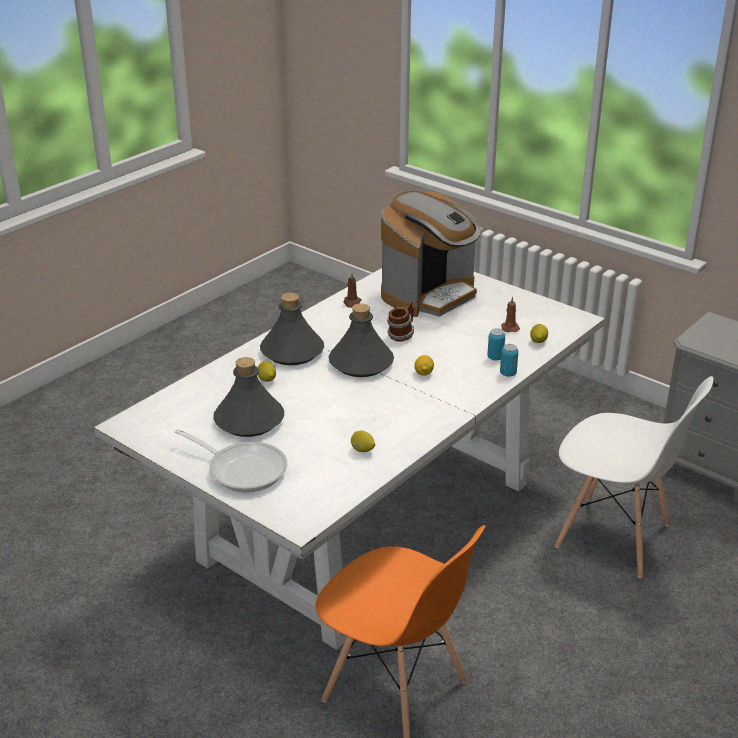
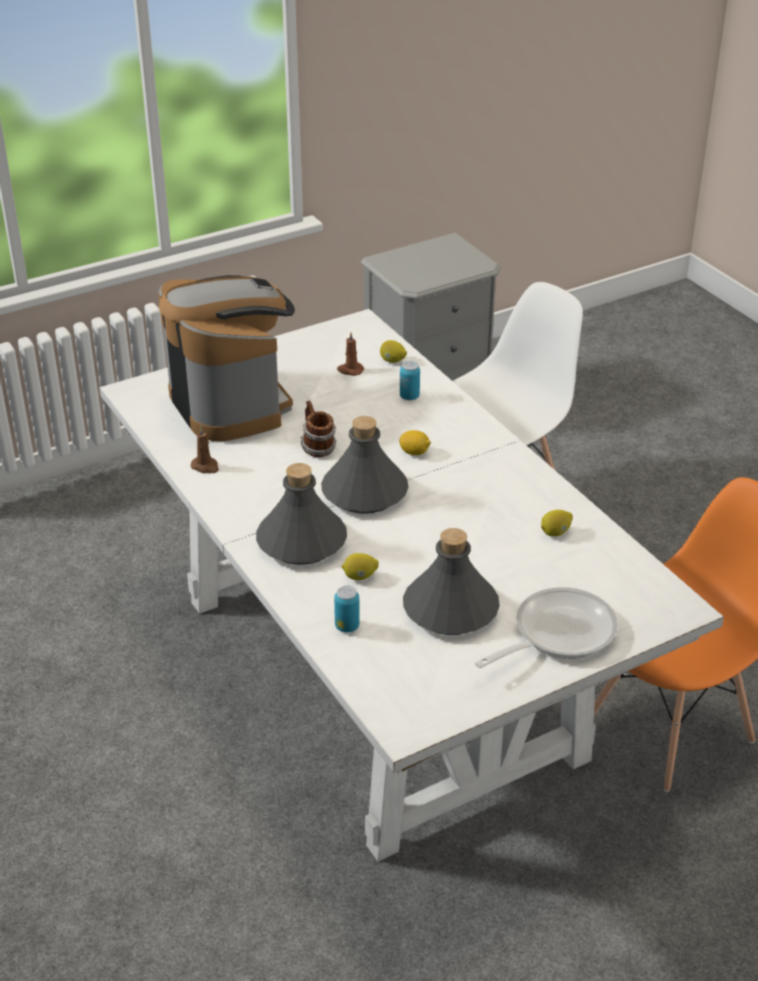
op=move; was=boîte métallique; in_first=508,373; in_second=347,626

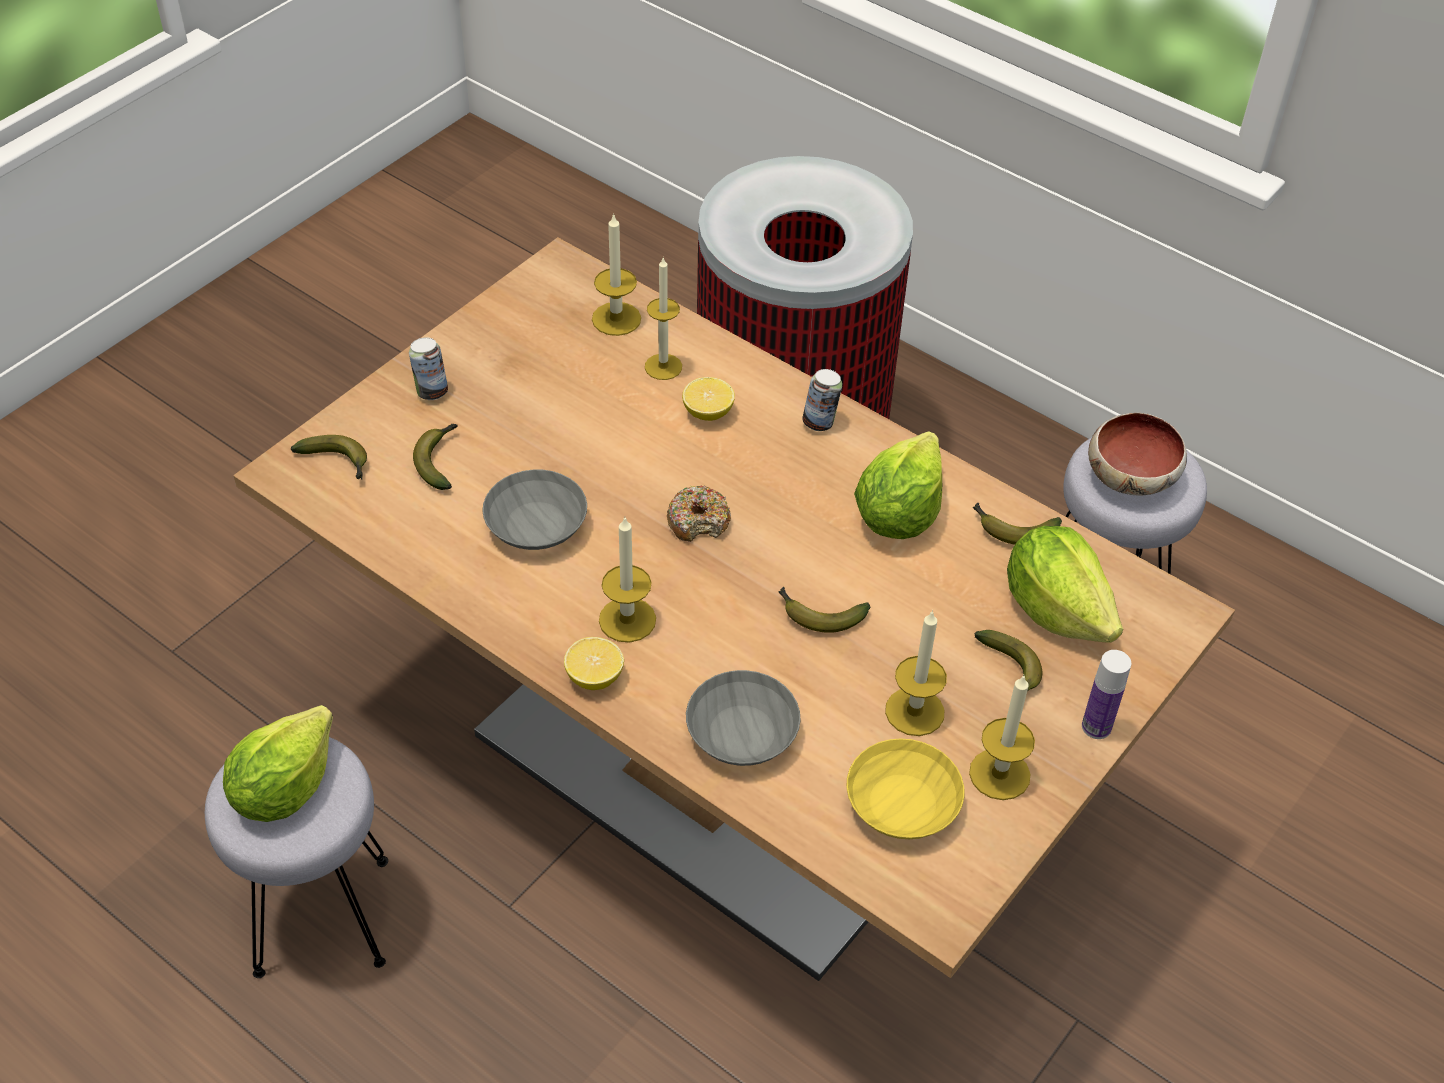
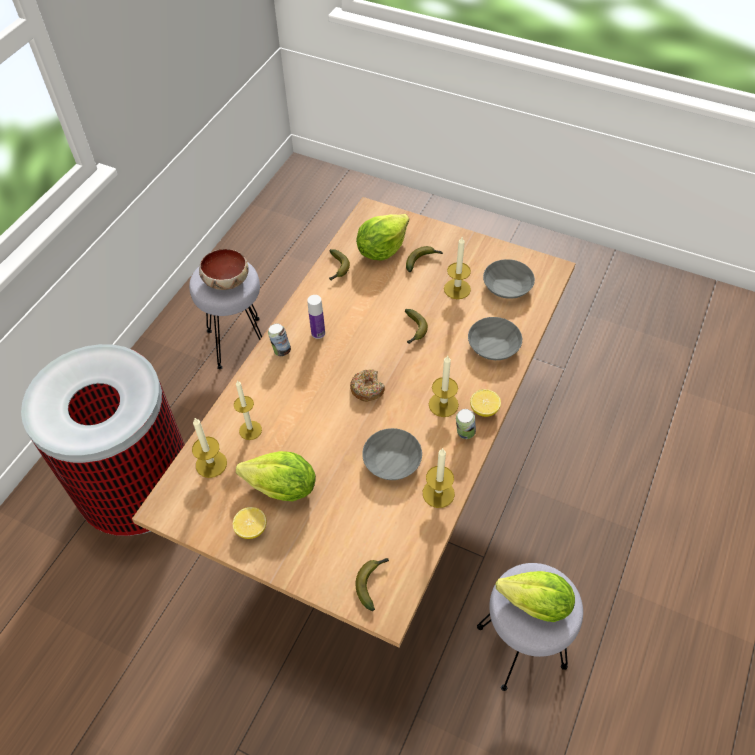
op=move; was=boîte métallique; in_first=431,392; in_second=464,433
op=delete; was=banane; in_first=439,460
op=move; was=citron; in_first=708,413; in_second=251,529
op=recolor; was=bol [jaune]; now=bol [gris]; in_first=904,802; in_second=506,286
op=move; was=laitue; in_first=898,513; in_second=282,489
op=move; was=bougie; in_first=999,774; in_second=438,493
op=move; was=bouteille; in_first=1096,727; in_second=318,333

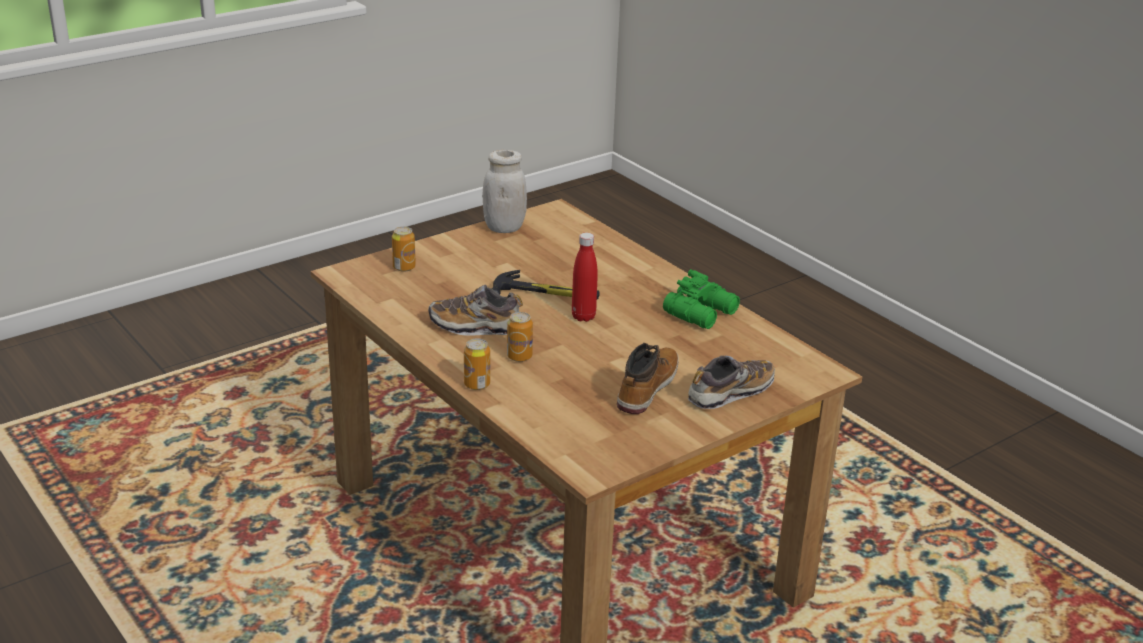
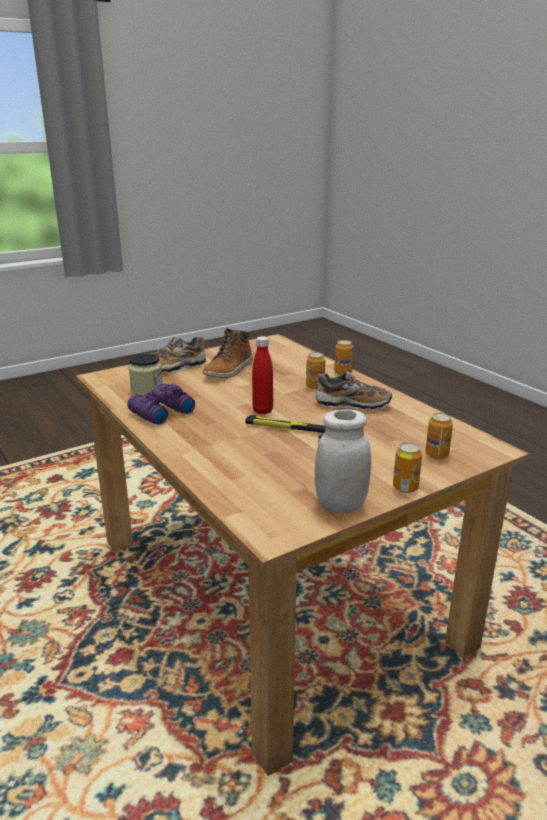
op=recolor; was=jumelles [vert]; now=jumelles [violet]; in_first=702,313; in_second=160,413
op=insert; now=bocal; in_second=147,390
op=insert; now=boîte métallique; in_second=405,488

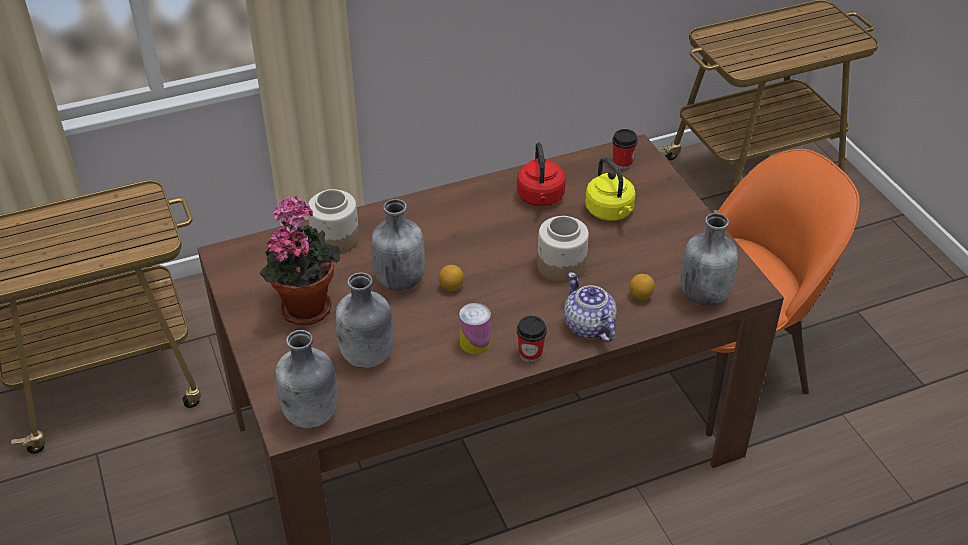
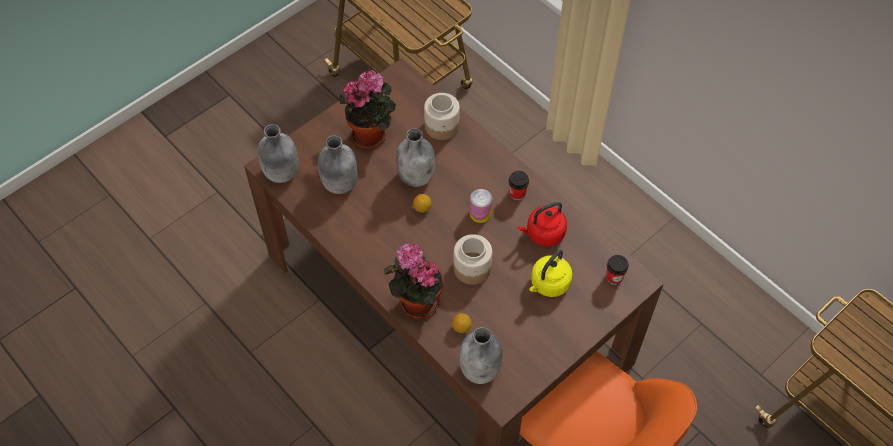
op=move; was=boîte métallique; in_first=475,343; in_second=480,213
op=move; was=tasse; in_first=530,354; in_second=517,194
op=replace; was=théière; now=plante en pot; in_first=588,326; in_second=416,302

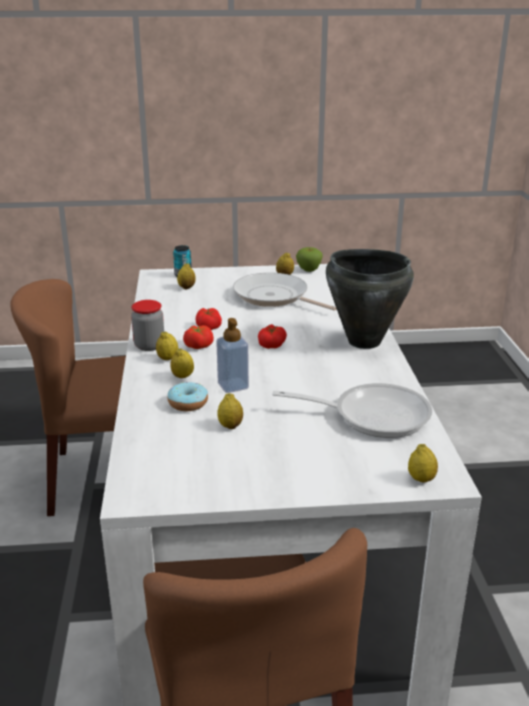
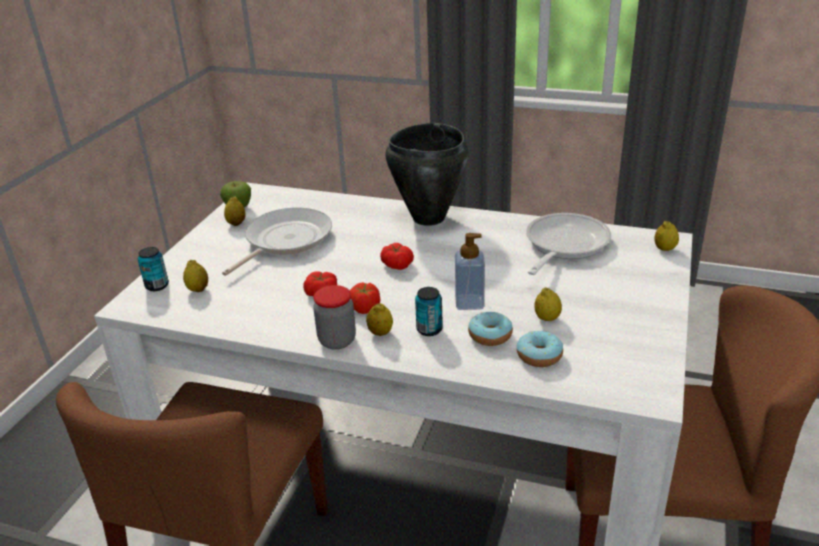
op=replace; was=citron; now=boîte métallique; in_first=182,376; in_second=429,329
op=rotate; was=poêle; in_first=274,297; in_second=285,240; clockwise=150
op=insert; now=beignet; in_second=539,356

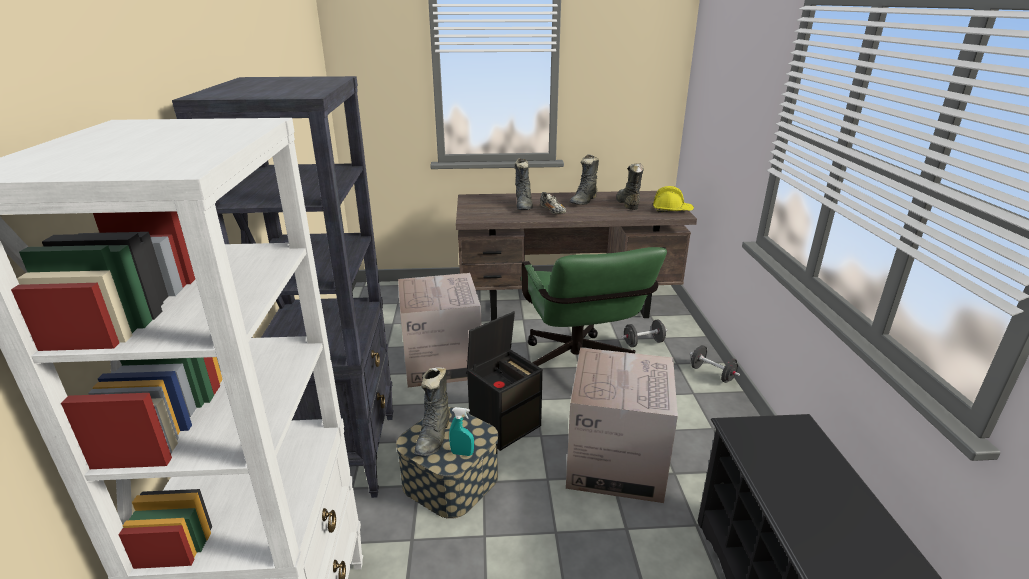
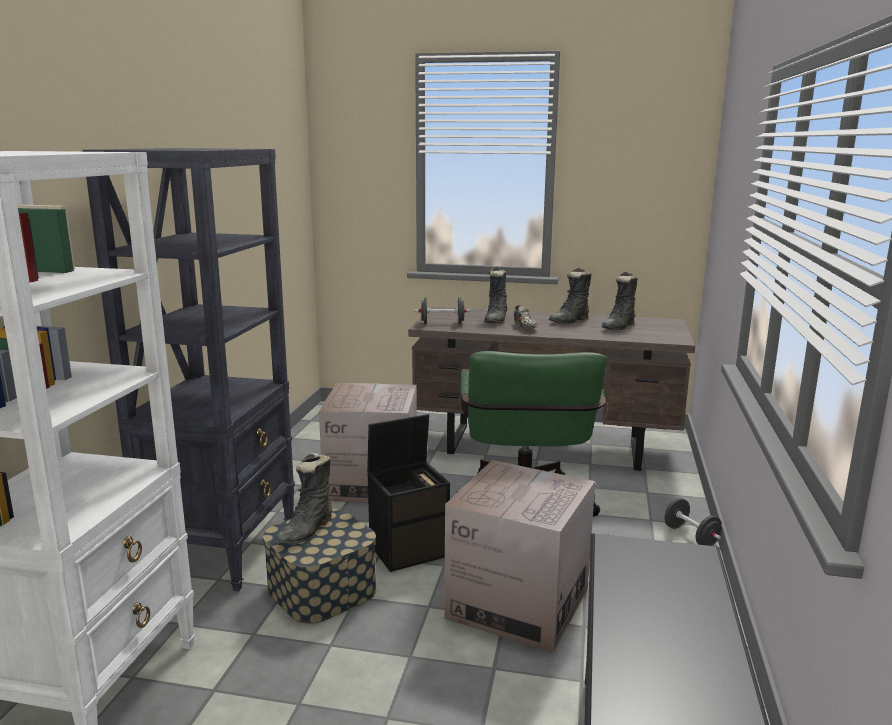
op=delete; was=vaporisateur [turquoise]; in_first=462,453
op=rotate; was=botte [noir]; in_first=627,203; in_second=619,326; clockwise=-150
op=move; was=haltère [noir]; in_first=643,343; in_second=442,323
op=delete; was=casque de chantier [jaune]; in_first=672,210

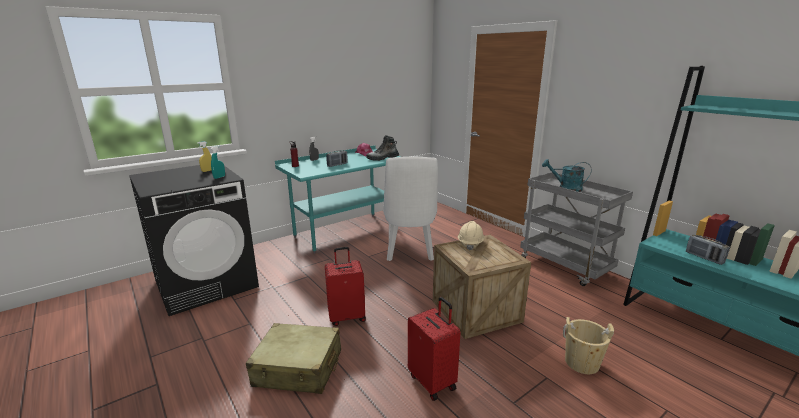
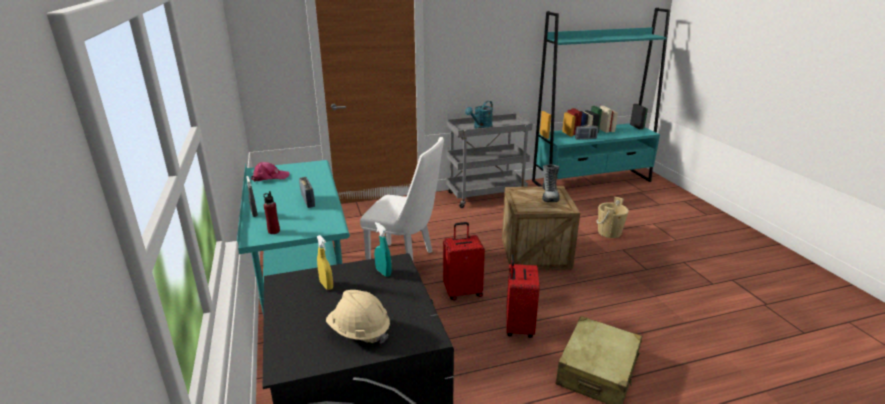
op=move; was=botte; in_first=382,158; in_second=549,195
op=move; was=valise [rouge]; in_first=433,381; in_second=463,292
op=move; was=casque de chantier [beige]; in_first=470,243; in_second=359,331

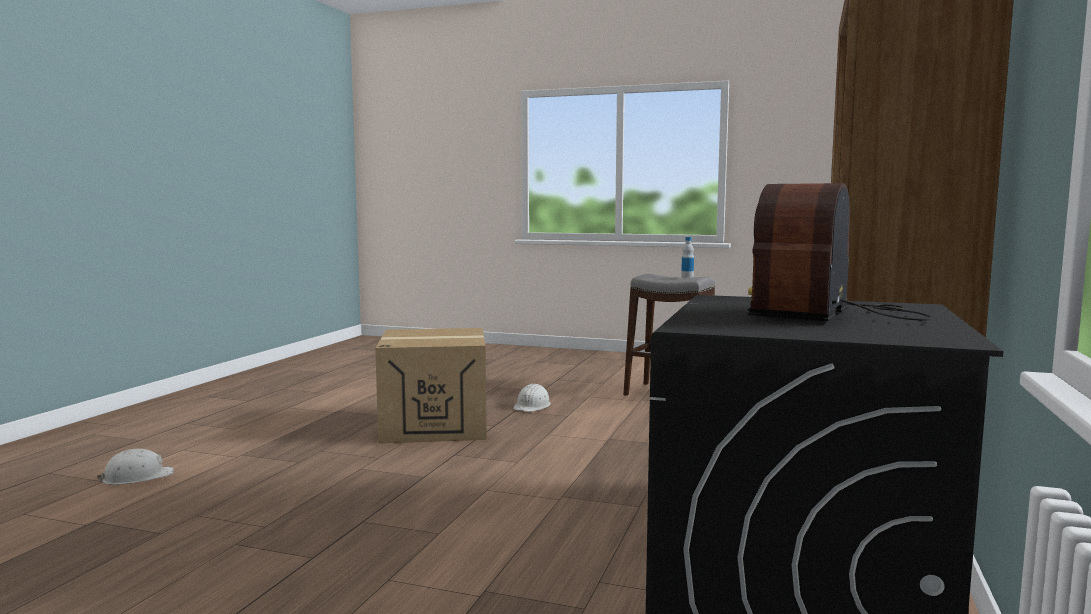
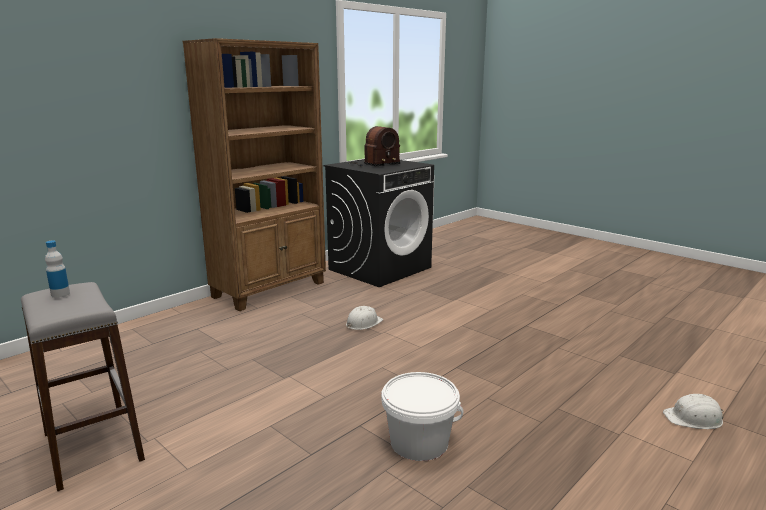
op=replace; was=carton; now=seau [blanc]; in_first=435,425; in_second=419,442
op=move; was=casque de chantier [blanc]; in_first=532,406; in_second=363,323

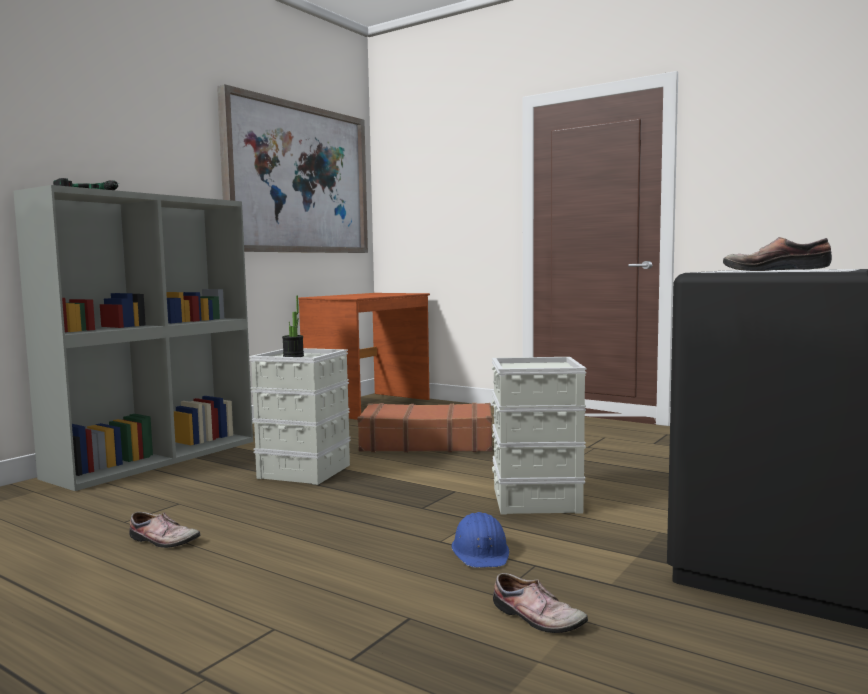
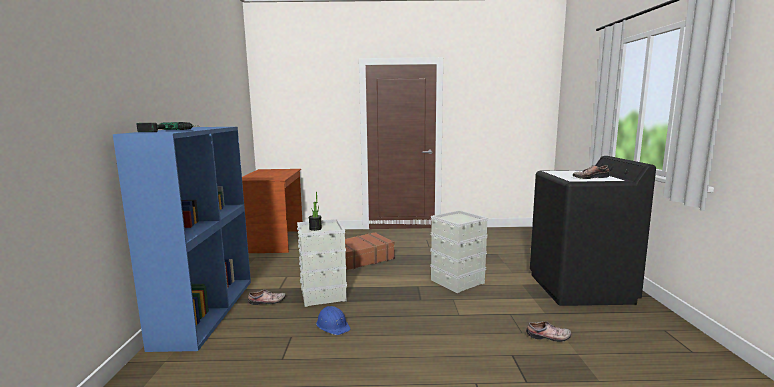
op=recolor; was=bibliothèque [gris]; now=bibliothèque [bleu]; in_first=155,458; in_second=206,310
op=move; was=chaussure; in_first=162,541; in_second=267,302
op=delete; was=tableau; in_first=297,179
op=move; was=casque de chantier [bleu]; in_first=481,552; in_second=333,325

